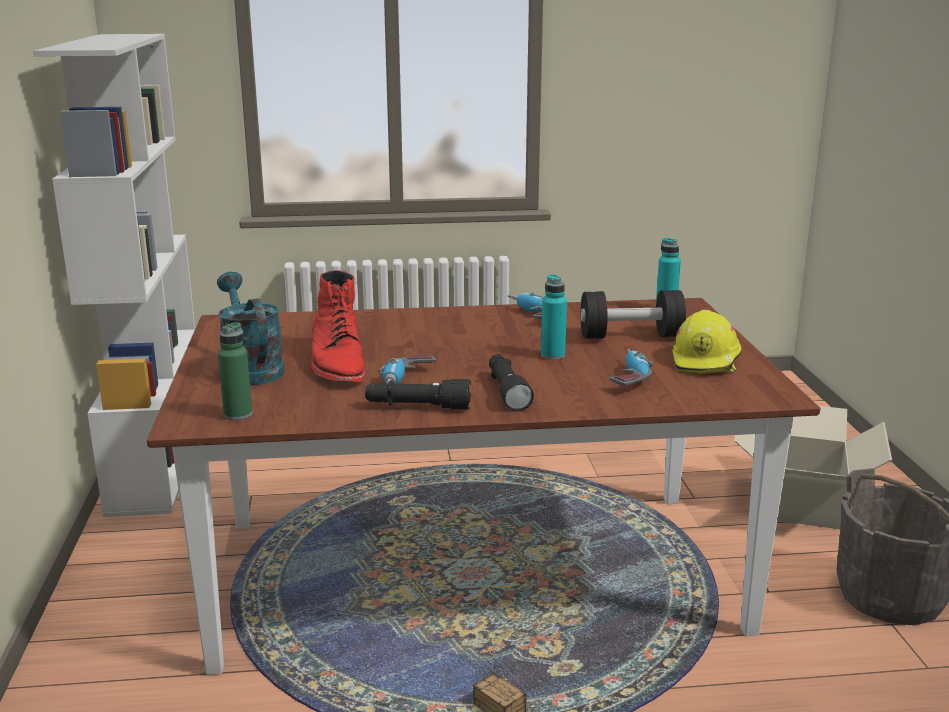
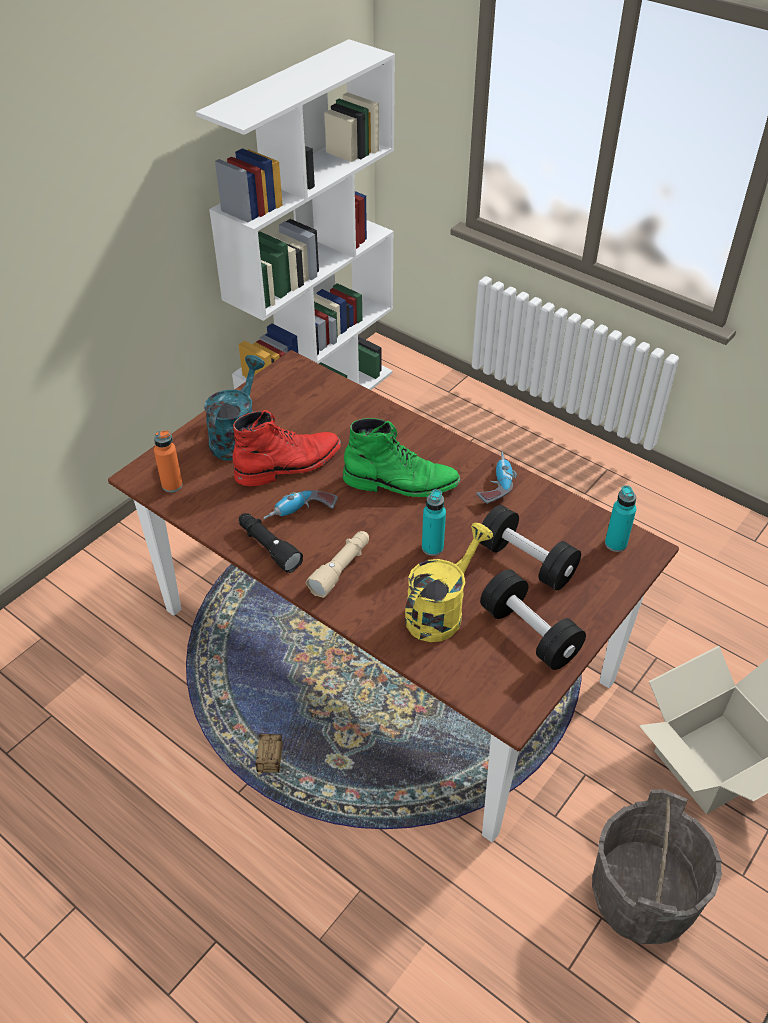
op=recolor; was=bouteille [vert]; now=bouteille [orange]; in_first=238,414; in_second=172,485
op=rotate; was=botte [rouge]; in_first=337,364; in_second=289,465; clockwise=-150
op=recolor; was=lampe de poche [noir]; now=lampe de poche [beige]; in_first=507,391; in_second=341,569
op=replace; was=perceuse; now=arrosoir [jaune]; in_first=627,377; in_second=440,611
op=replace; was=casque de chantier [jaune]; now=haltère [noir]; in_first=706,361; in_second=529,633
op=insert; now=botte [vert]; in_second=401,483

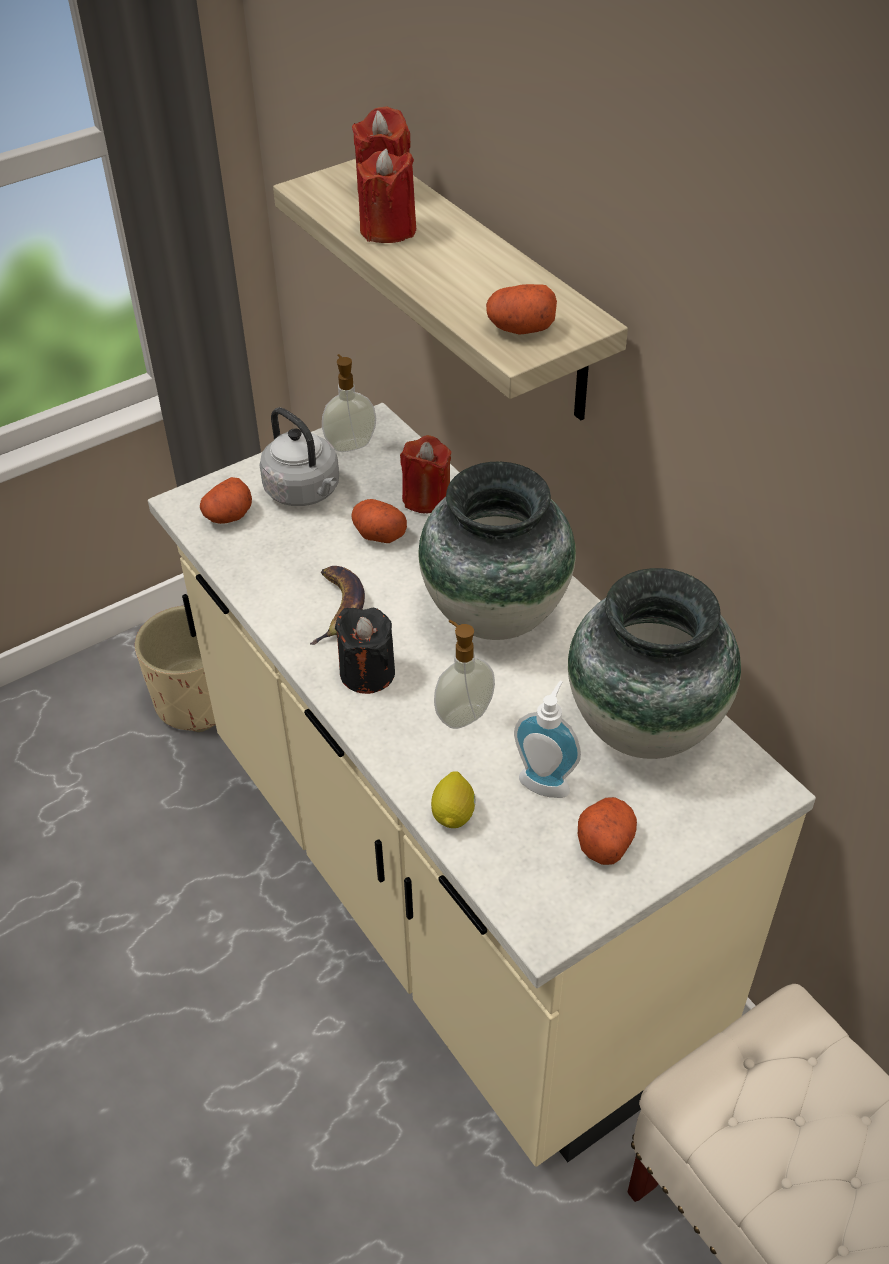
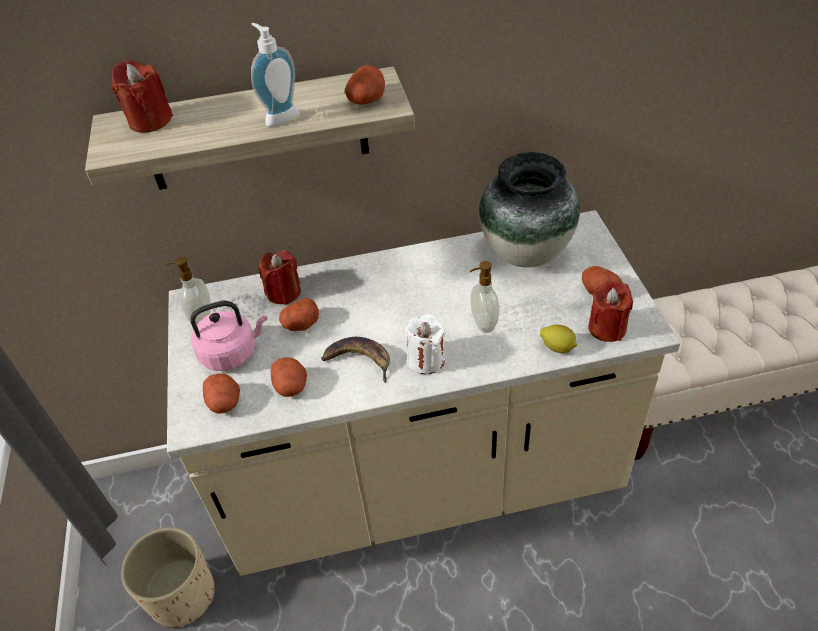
op=recolor; was=bouilloire [gris]; now=bouilloire [rose]; in_first=305,492; in_second=232,353
op=recolor; was=bougie [noir]; now=bougie [blanc]; in_first=367,673; in_second=426,360
op=move; was=bougie [rouge]; in_first=388,230; in_second=607,328
op=delete; was=vase; in_first=496,615
op=move; was=distributeur de savon; in_first=546,780; in_second=279,117
op=insert; now=pomme de terre; in_second=291,386

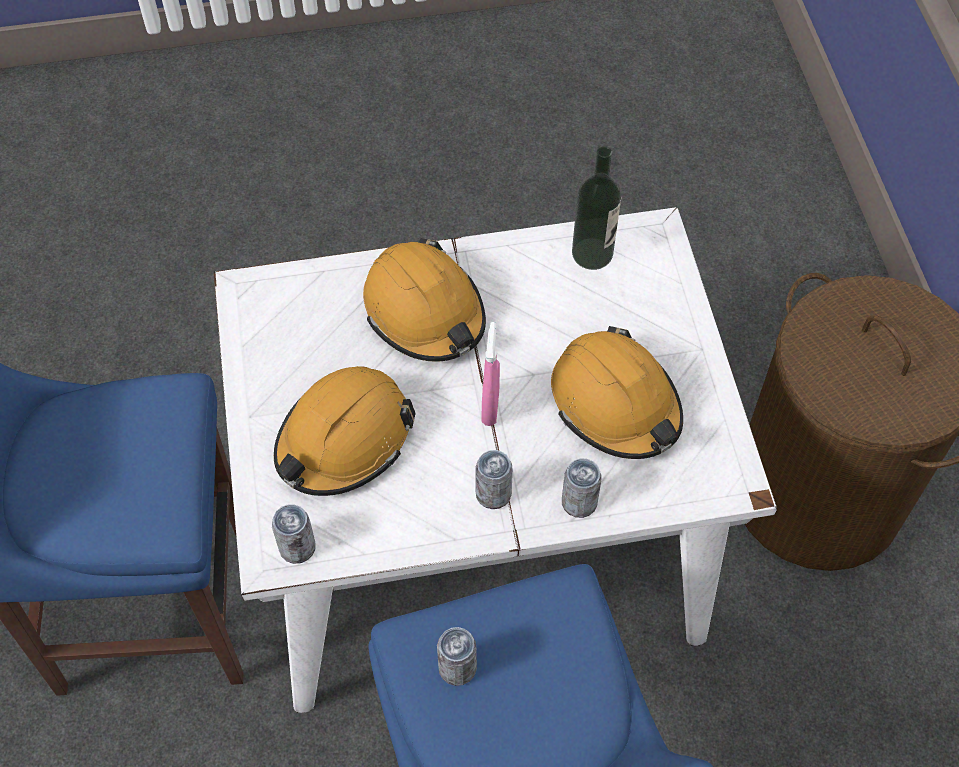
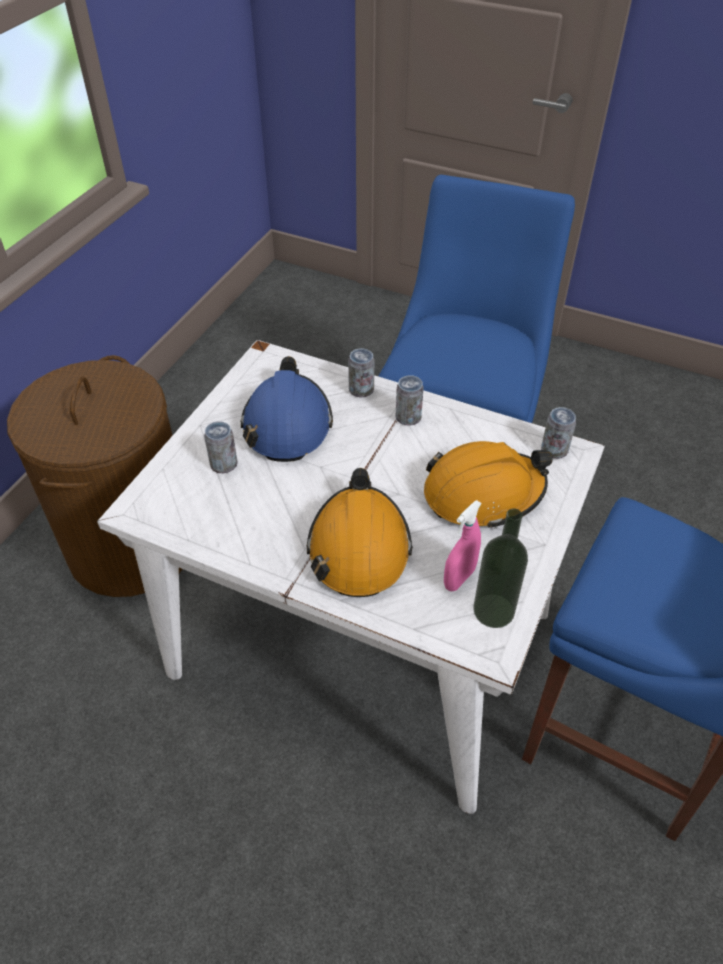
op=move; was=boîte métallique; in_first=457,668; in_second=224,464
op=move; was=vaporisateur [rose]; in_first=490,407; in_second=459,578
op=recolor; was=casque de chantier [orange]; now=casque de chantier [bleu]; in_first=616,404; in_second=287,424
op=move; was=bouteille; in_first=592,253; in_second=493,610

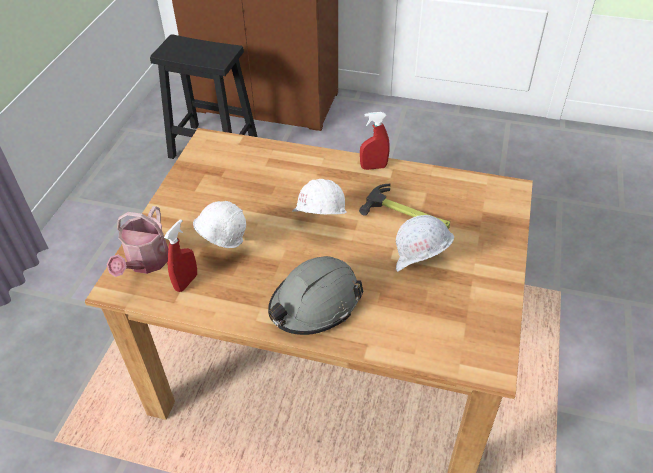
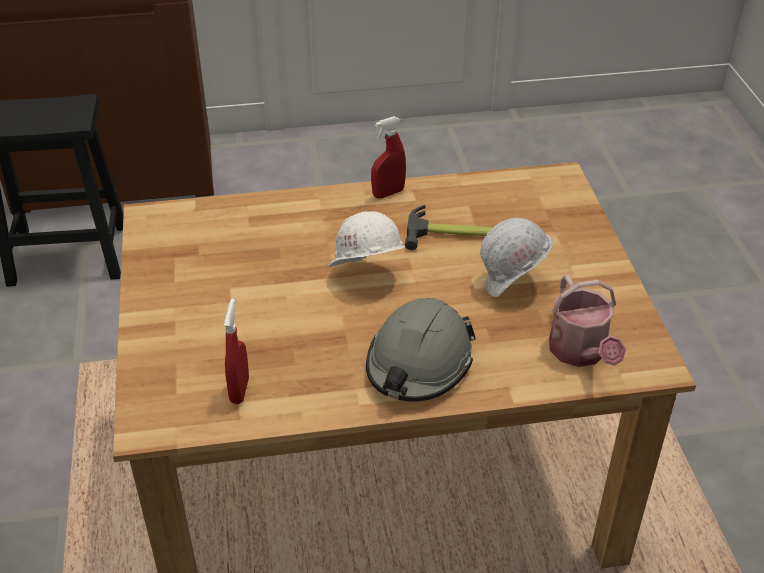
op=move; was=arrosoir; in_first=145,263; in_second=580,353
op=delete; was=casque de chantier [blanc]; in_first=223,247

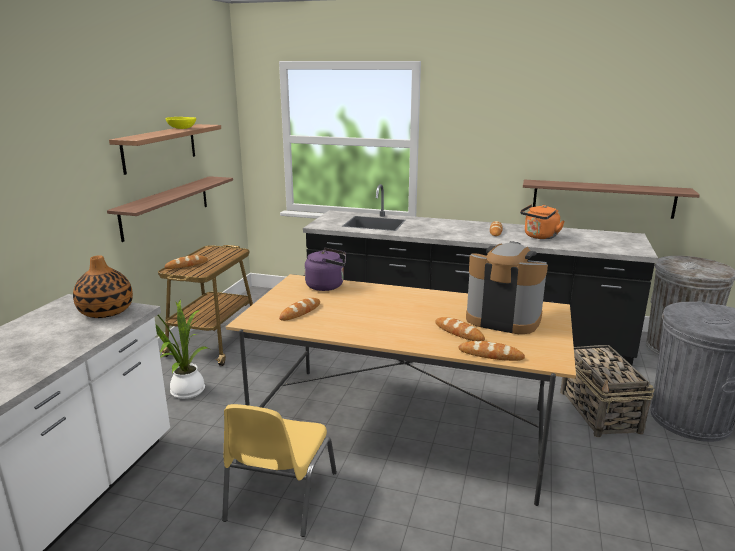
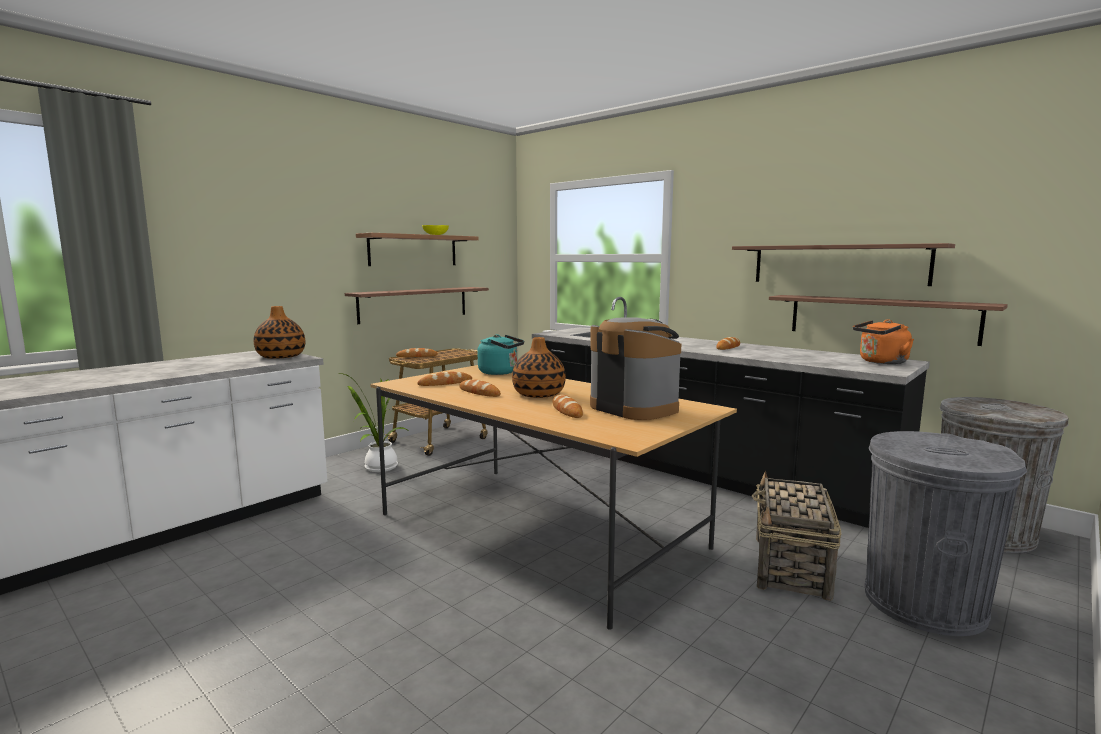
op=delete; was=chaise [jaune]; in_first=279,497
op=recolor; was=bouilloire [violet]; now=bouilloire [turquoise]; in_first=327,286; in_second=500,372
op=move; was=pain; in_first=490,355; in_second=479,392
op=move; was=bouilloire [orange]; in_first=539,237; in_second=881,362
op=insert; now=vase; in_second=538,394
op=insert; now=étagère; in_second=837,264

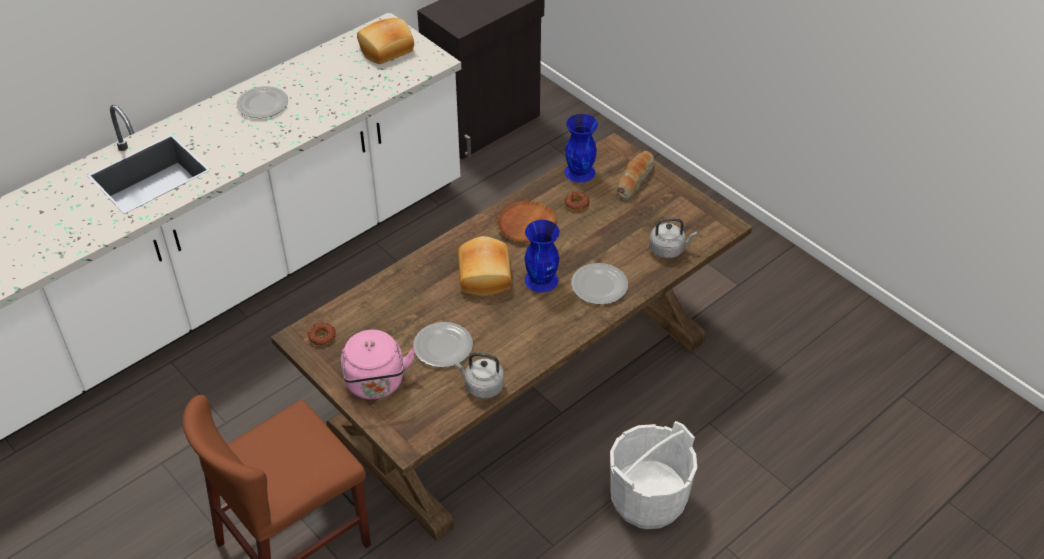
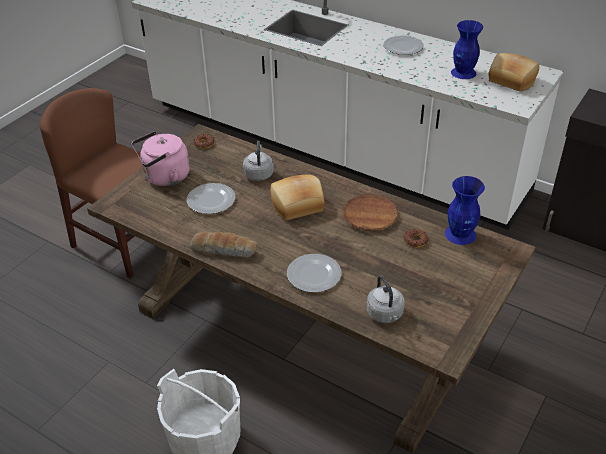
op=move; was=bouilloire [gris]; in_first=482,386; in_second=258,173
op=move; was=vase [bleu]; in_first=542,280; in_second=463,73
op=move; was=pain; in_first=634,180; in_second=224,250

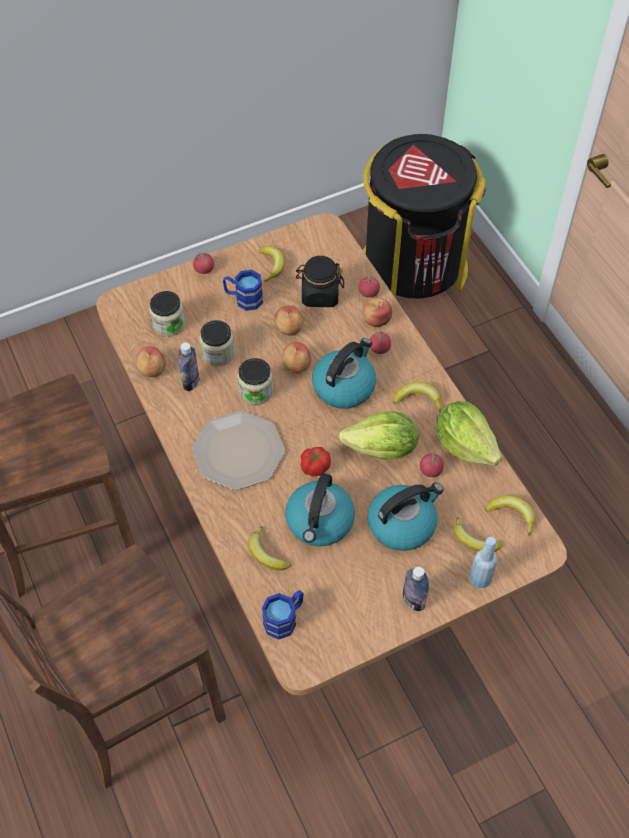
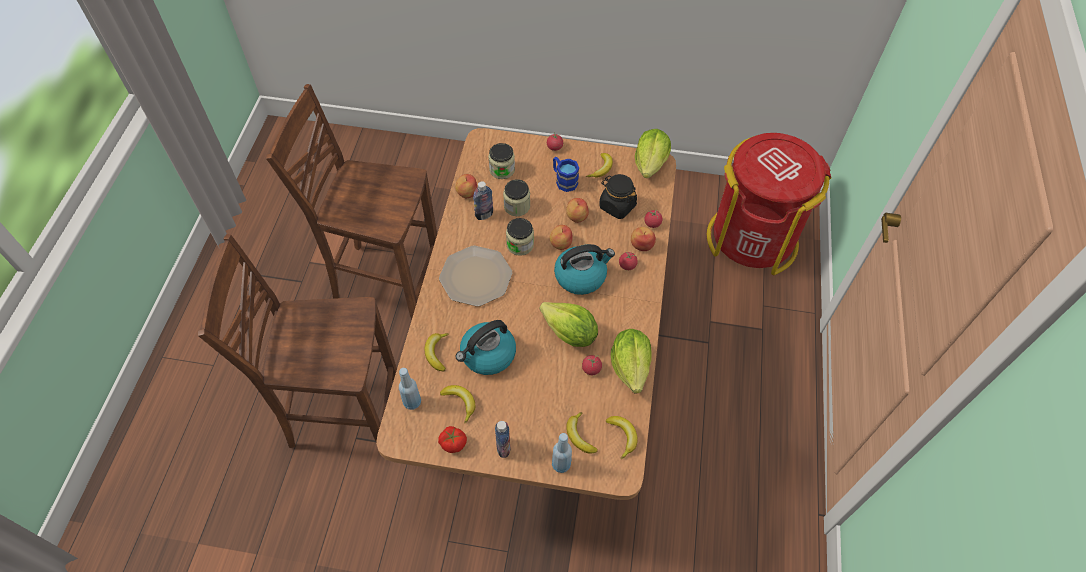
op=replace; was=mug [bleu]; now=bouteille [bleu]; in_first=285,618; in_second=412,402
op=move; was=tomate; in_first=315,467; in_second=453,443
op=recolor; was=poubelle [noir]; now=poubelle [rouge]; in_first=412,266; in_second=752,239
op=delete; was=bouilloire; in_first=402,523
op=move; was=banane; in_first=418,399; in_second=460,402
op=insert; now=laitue; in_second=650,164

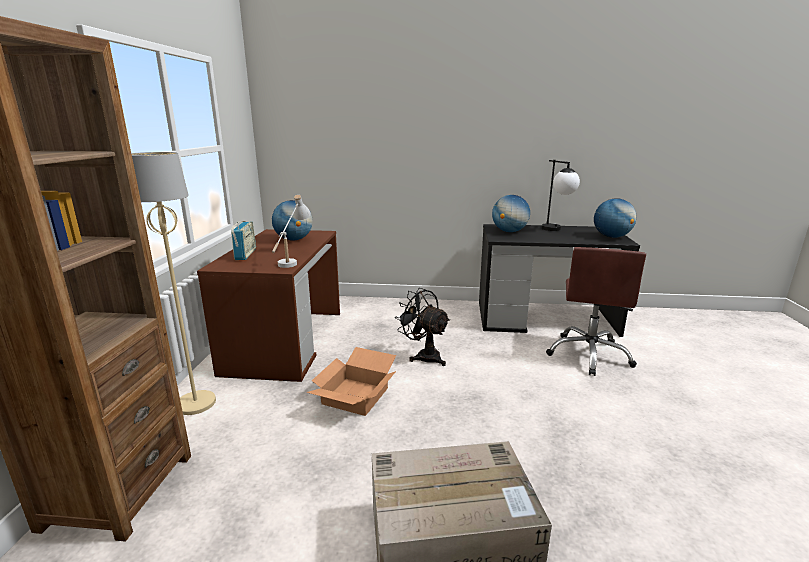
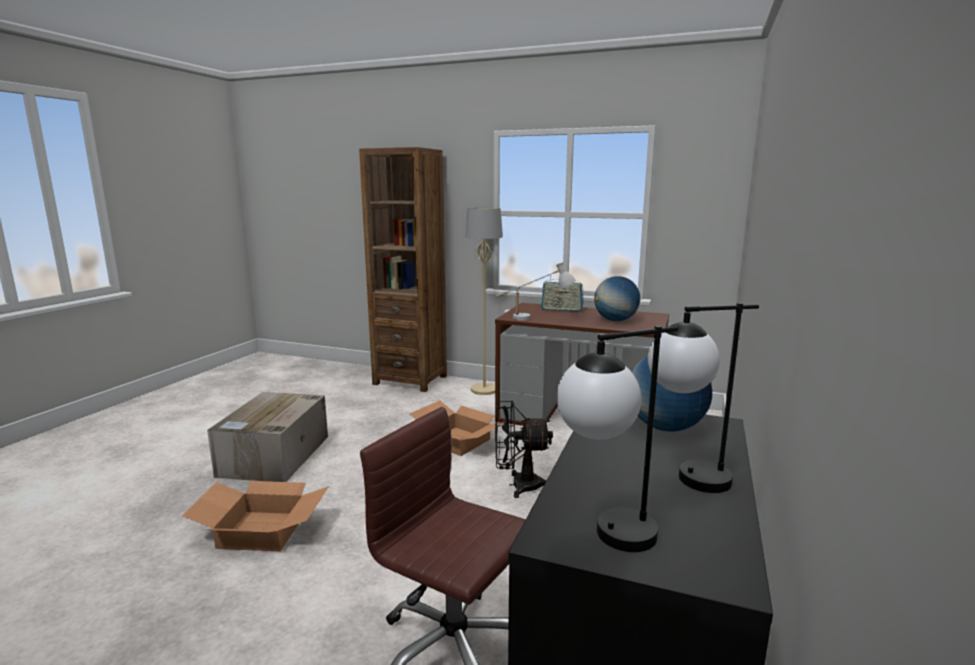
op=rotate; was=ventilateur [noir]; in_first=424,356; in_second=518,485; clockwise=-150
op=replace; was=globe; now=lampe de table; in_first=611,237; in_second=605,539
op=insert; now=carton; in_second=260,531

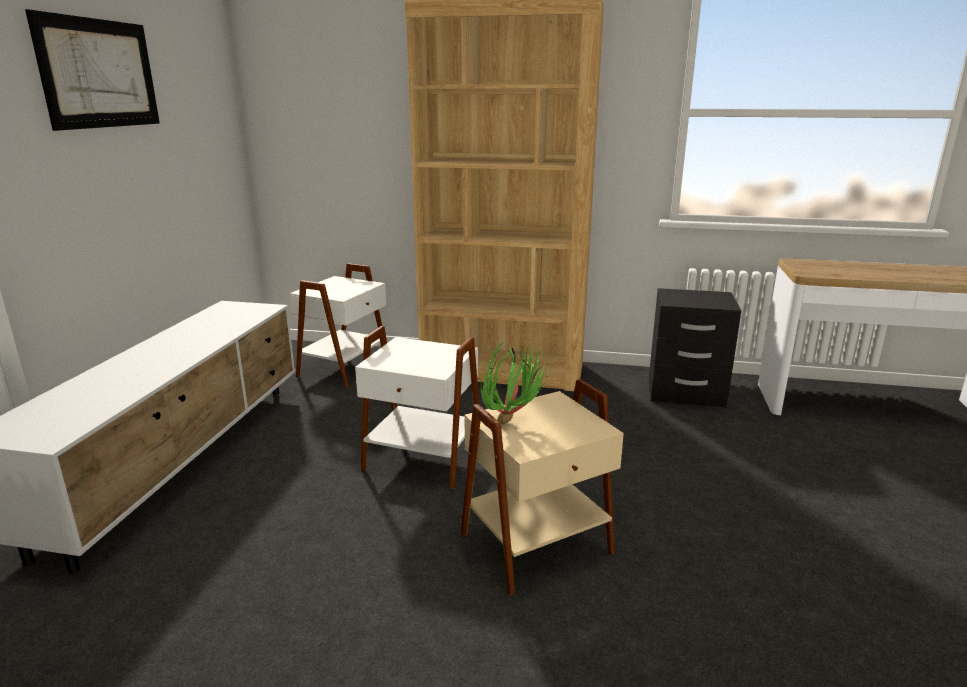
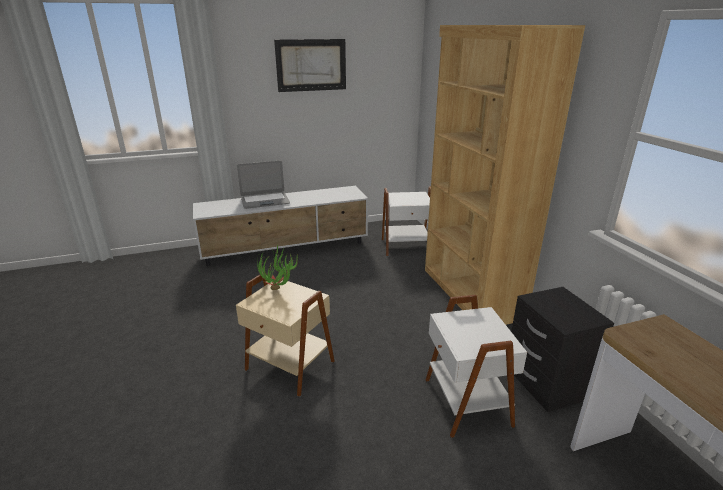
op=move; was=table d'appoint [blanc]; in_first=422,460; in_second=465,402
op=insert; now=ordinateur portable; in_second=265,201

